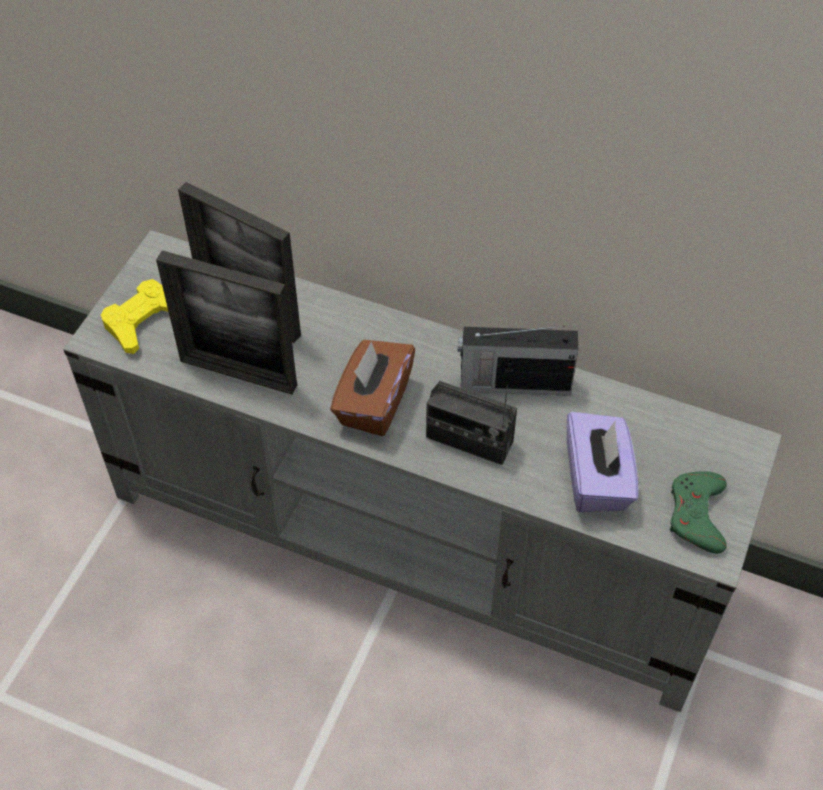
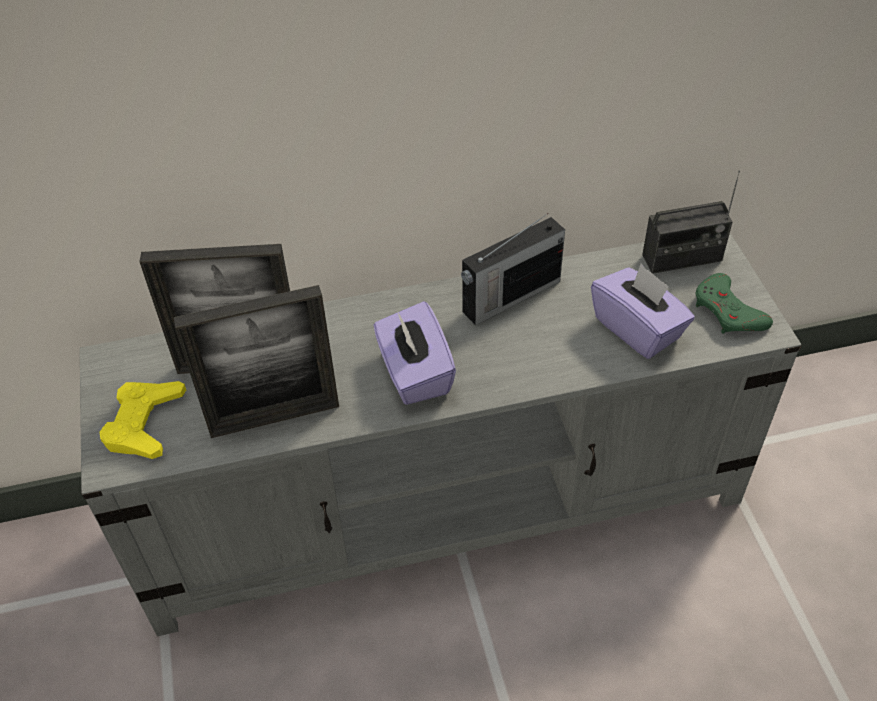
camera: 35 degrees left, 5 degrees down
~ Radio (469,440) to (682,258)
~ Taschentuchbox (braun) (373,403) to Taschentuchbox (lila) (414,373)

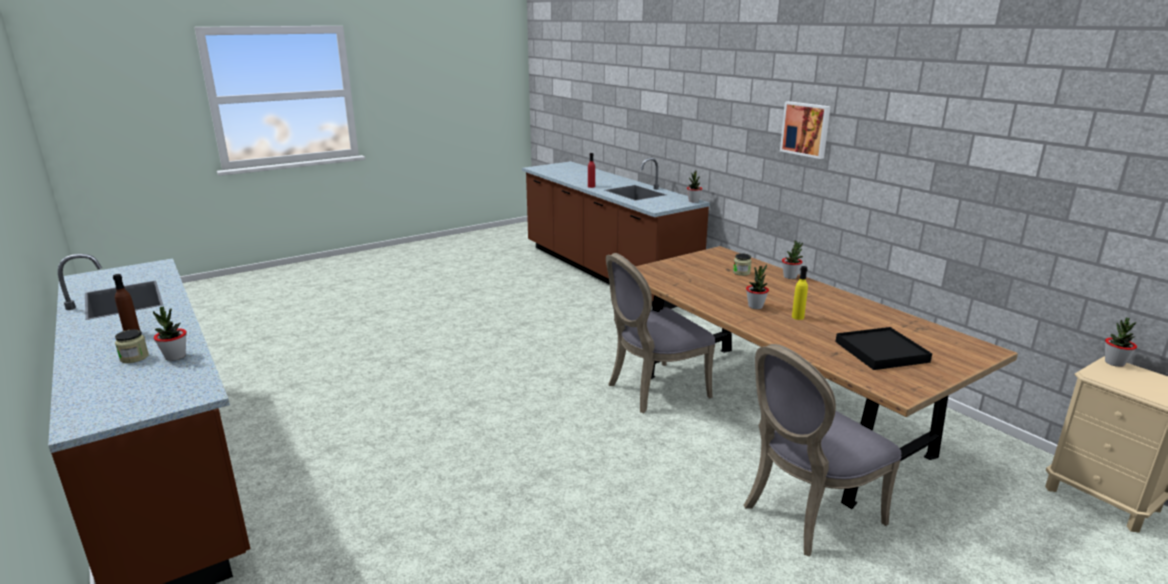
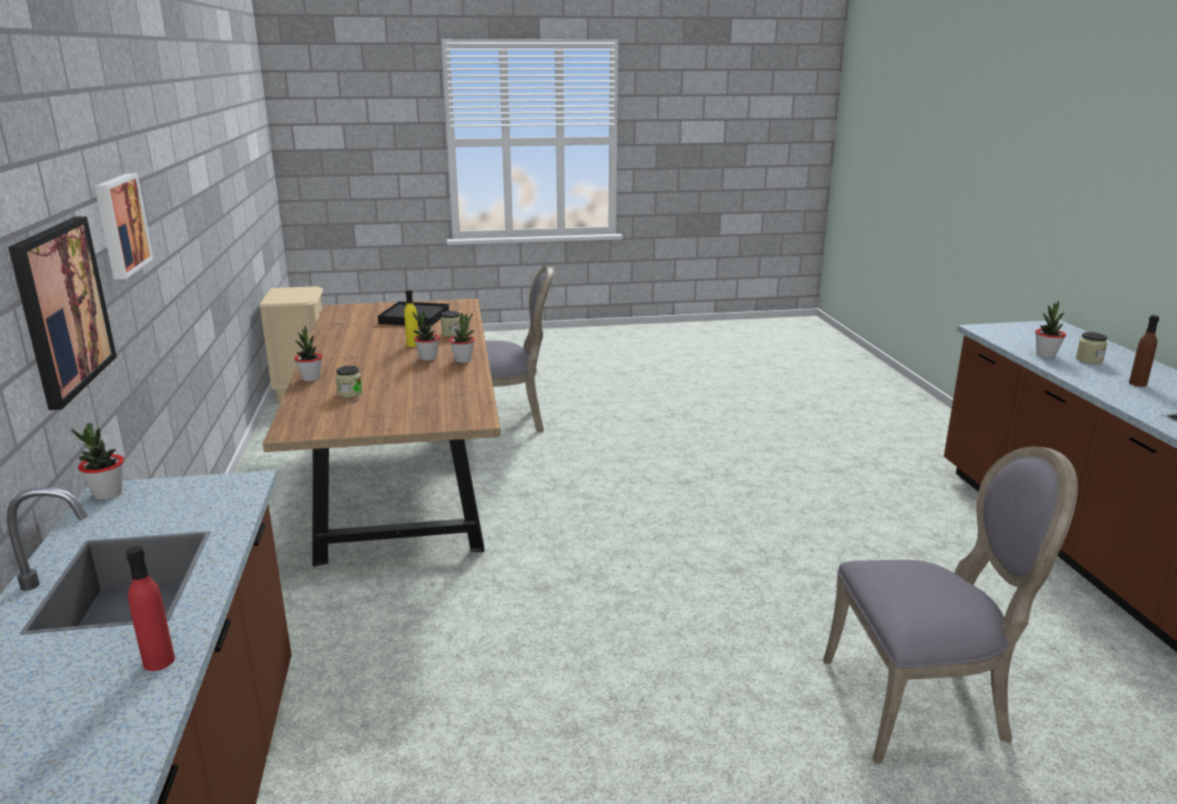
camera: 155 degrees left, 0 degrees up
+ Bild (62,308)
+ Vorratsglas (451,334)
~ Stuhl (grau) (653,390) to (922,703)
~ Topfpflanze (1114,363) to (463,360)

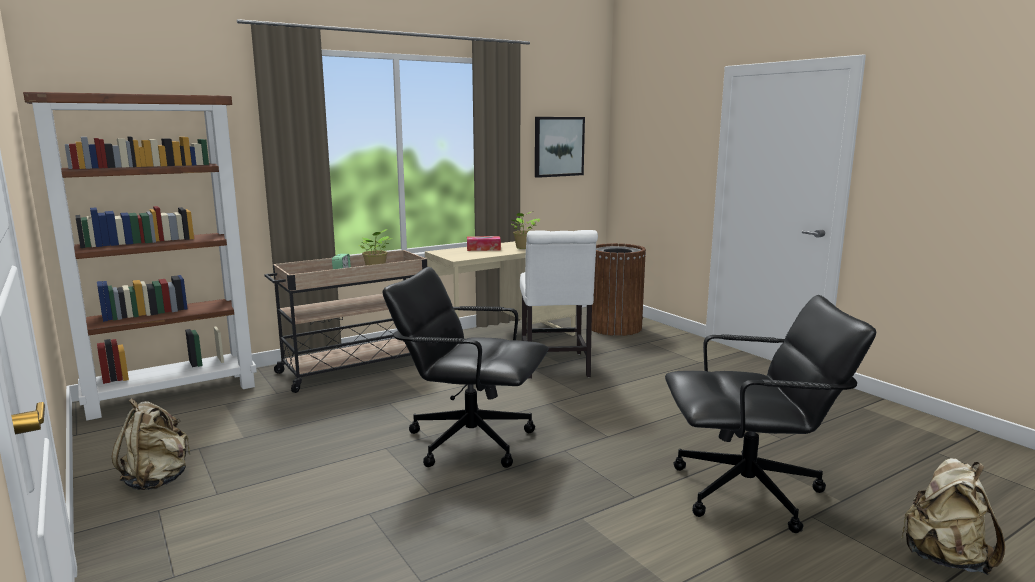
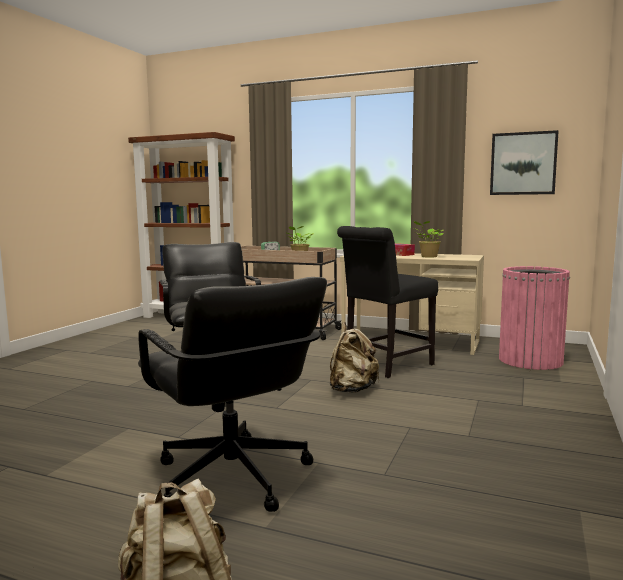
camera: 55 degrees right, 5 degrees down
~ Rucksack (beige) (158,480) to (352,390)
~ Stuhl (weiß) (555,367) to Stuhl (schwarz) (385,365)
~ Mülleimer (braun) (615,327) to Mülleimer (rosa) (530,360)

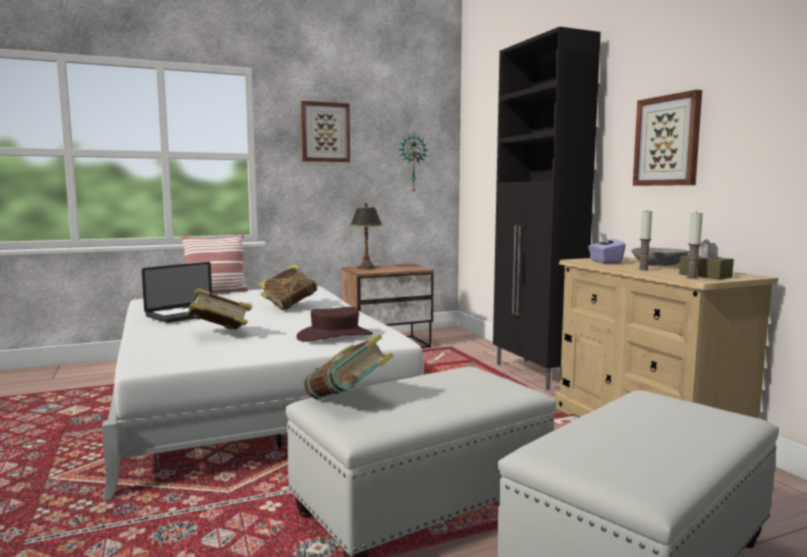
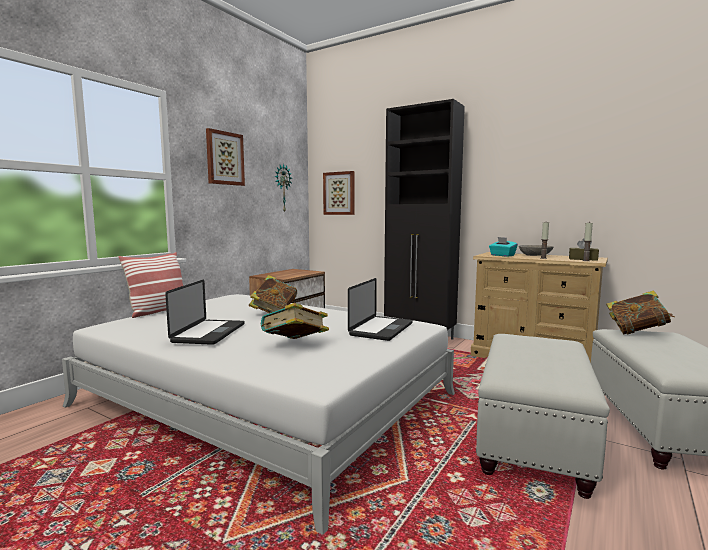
camera: 35 degrees left, 0 degrees up
- Tischlampe (366,268)
~ Buch (347,401) to (637,332)
~ Bild (668,141) to (339,193)
~ Hut (braun) (335,336) to Laptop (381,329)
~ Taschentuchbox (lila) (605,262) to Taschentuchbox (türkis) (502,255)

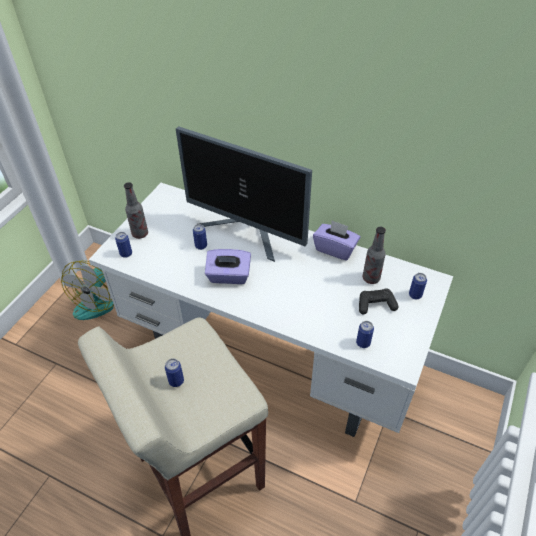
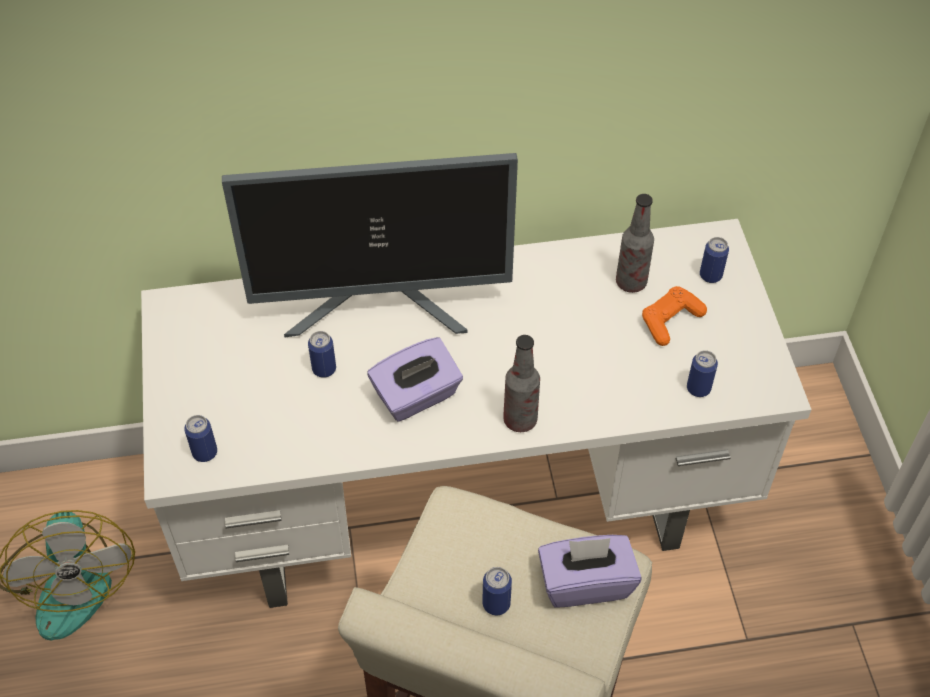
camera: 35 degrees left, 5 degrees up
~ Flasche (140,234) to (520,420)
~ Taschentuchbox (lila) (335,249) to (585,582)
~ Gamepad (schwarz) (376,305) to Gamepad (orange) (670,320)

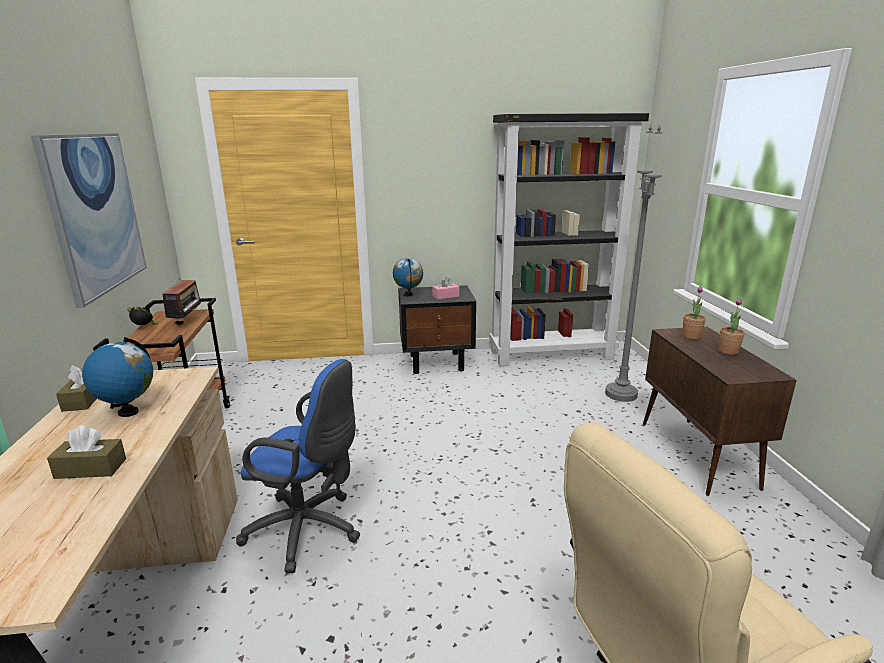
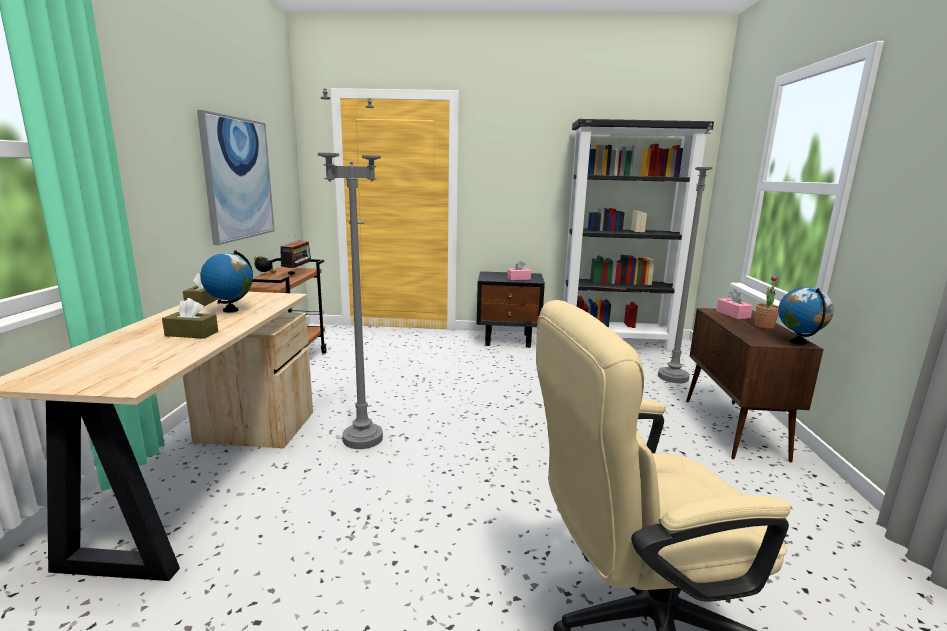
camera: 10 degrees right, 5 degrees down
~ Globus (408,295) to (798,342)
~ Bürostuhl (blau) (309,531) to Stehlampe (grau) (362,439)
~ Topfpflanze (691,336) to Taschentuchbox (rosa) (732,314)

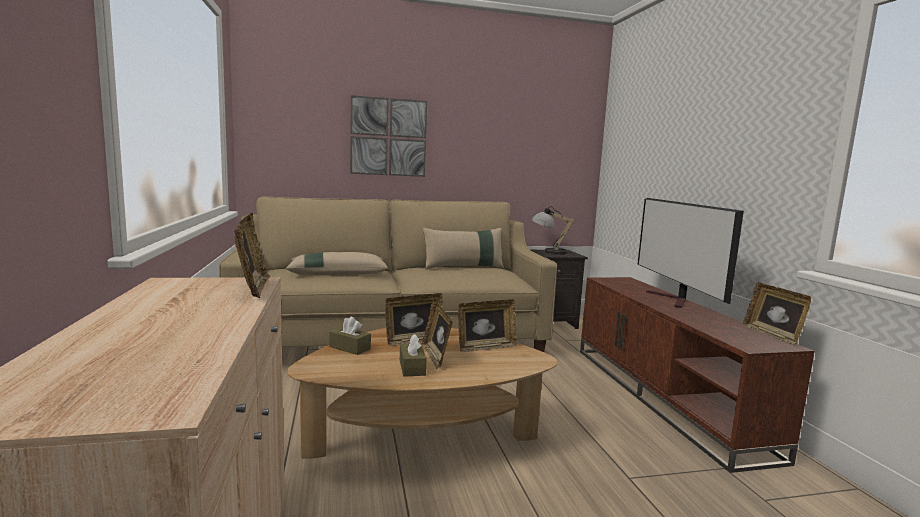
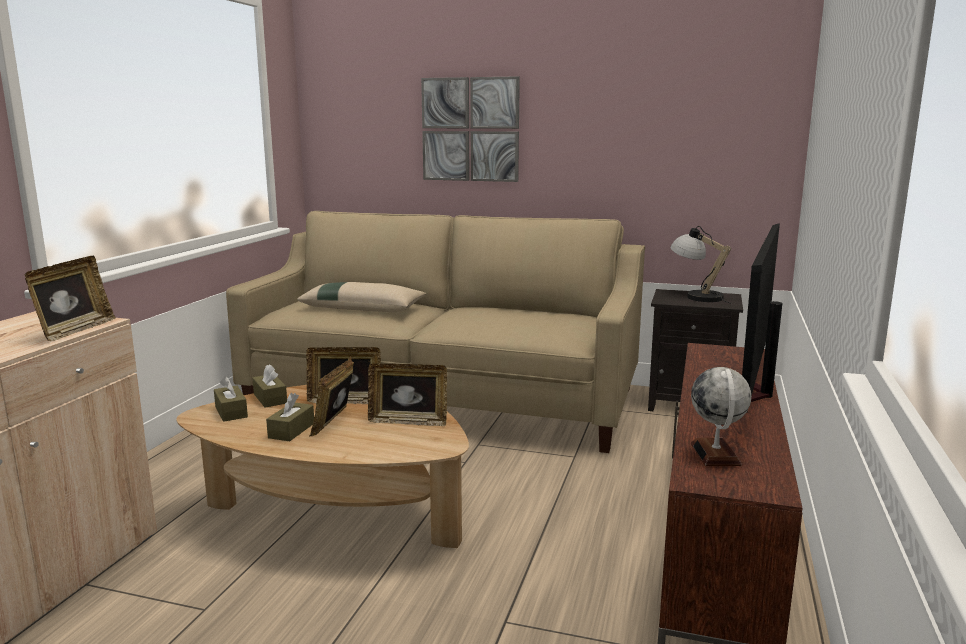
camera: 30 degrees right, 5 degrees up
- Kissen (beige) (463,267)
- Bilderrahmen (772,335)
+ Taschentuchbox (braun) (231,412)
+ Globus (715,454)

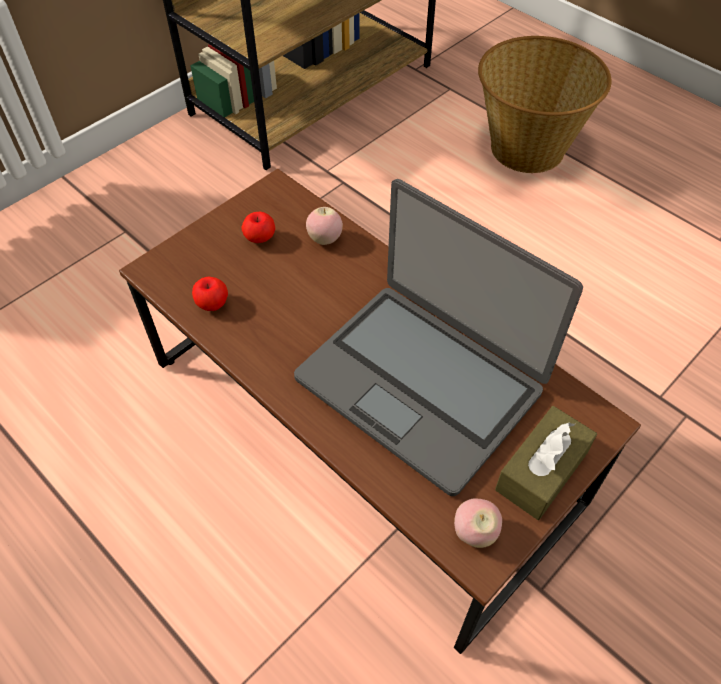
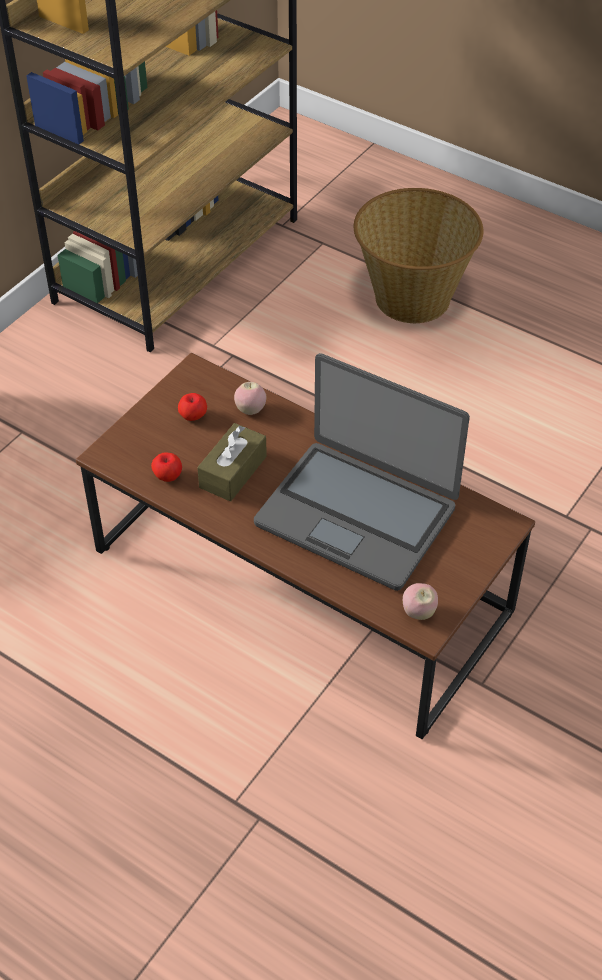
camera: 10 degrees left, 5 degrees down
~ Taschentuchbox (braun) (541,471) to (233,472)

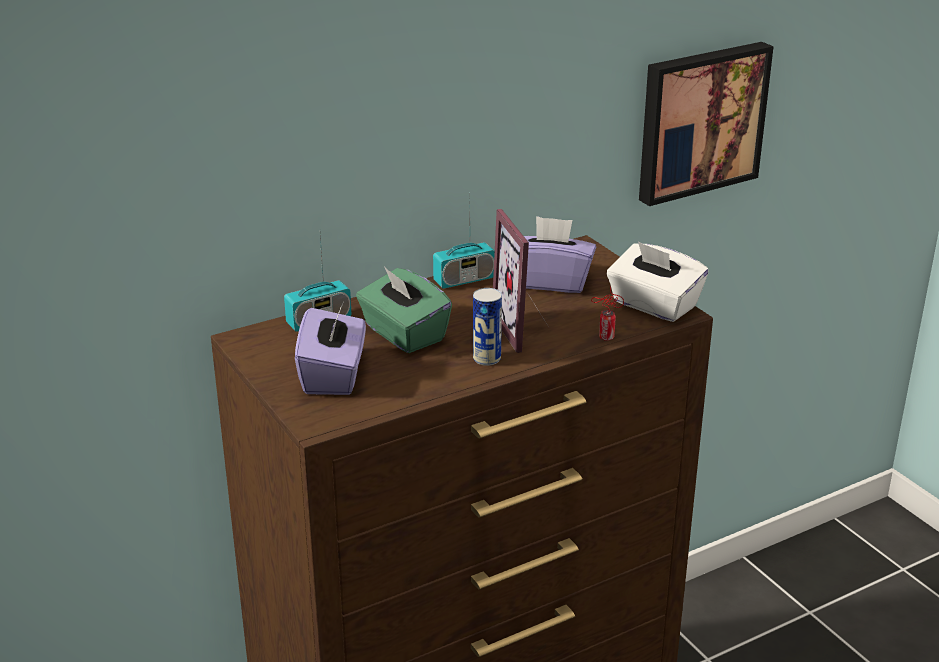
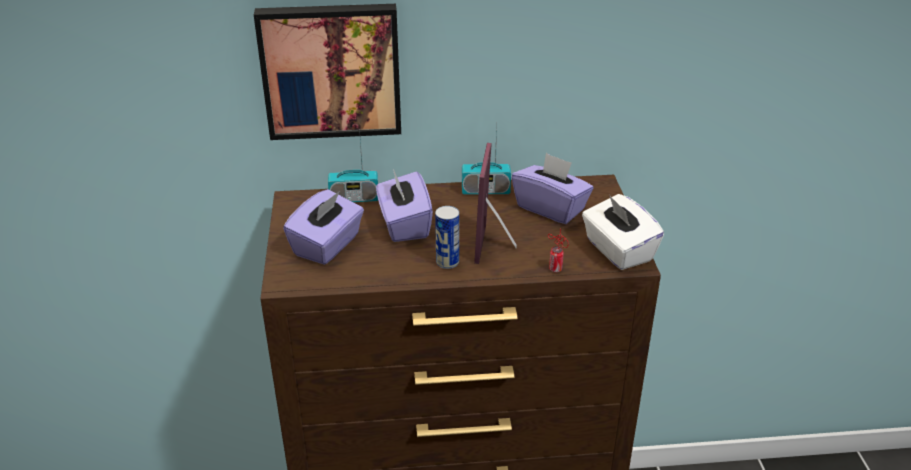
camera: 25 degrees right, 5 degrees up
~ Bild (700,121) to (331,70)
~ Taschentuchbox (grün) (403,334) to Taschentuchbox (lila) (404,225)

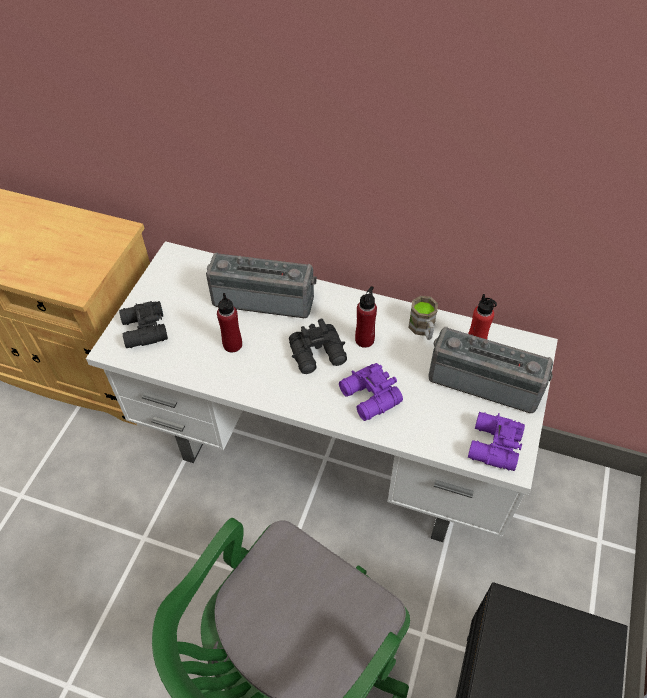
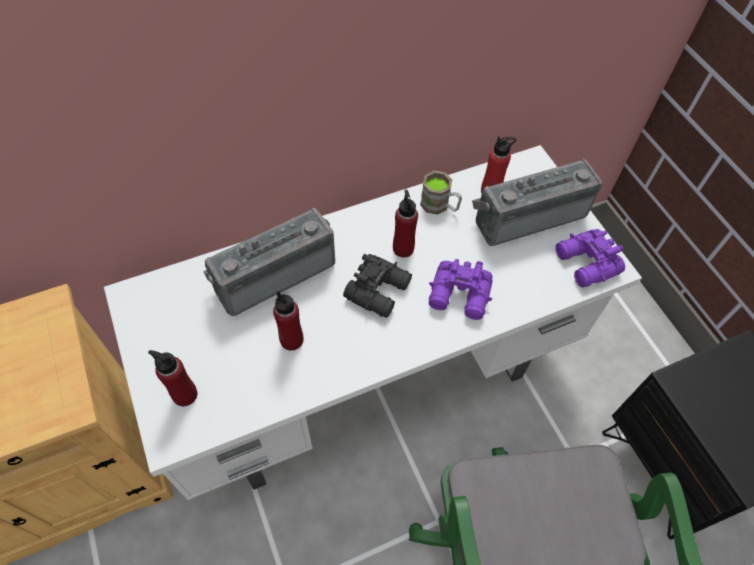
camera: 45 degrees left, 5 degrees up
~ Fernglas (schwarz) (144,331) to Flasche (rot) (185,394)

